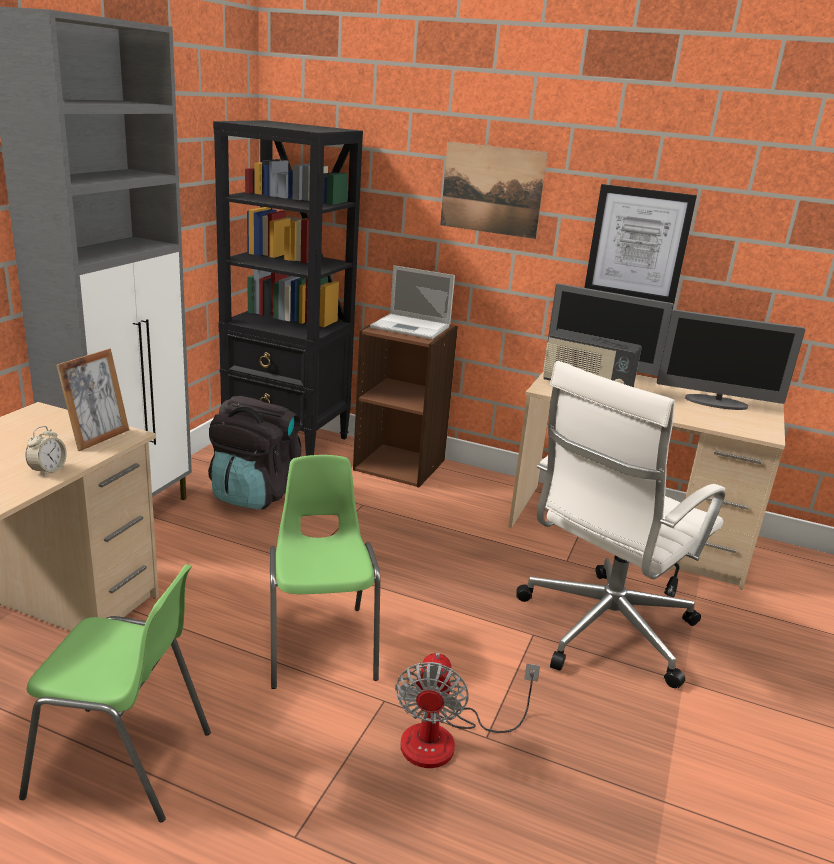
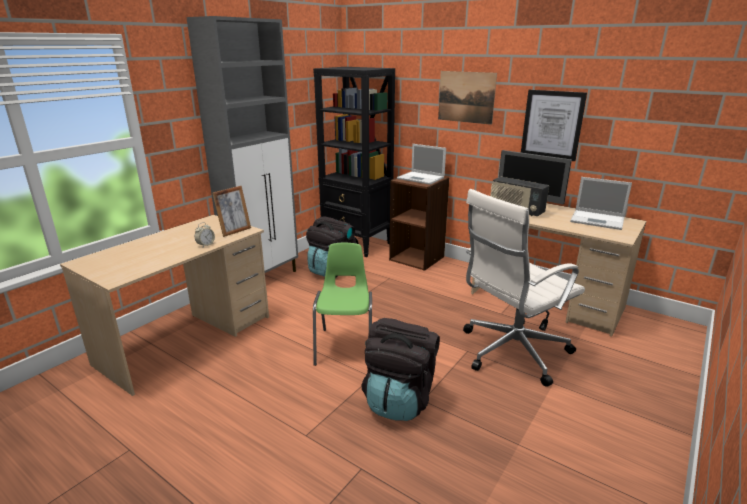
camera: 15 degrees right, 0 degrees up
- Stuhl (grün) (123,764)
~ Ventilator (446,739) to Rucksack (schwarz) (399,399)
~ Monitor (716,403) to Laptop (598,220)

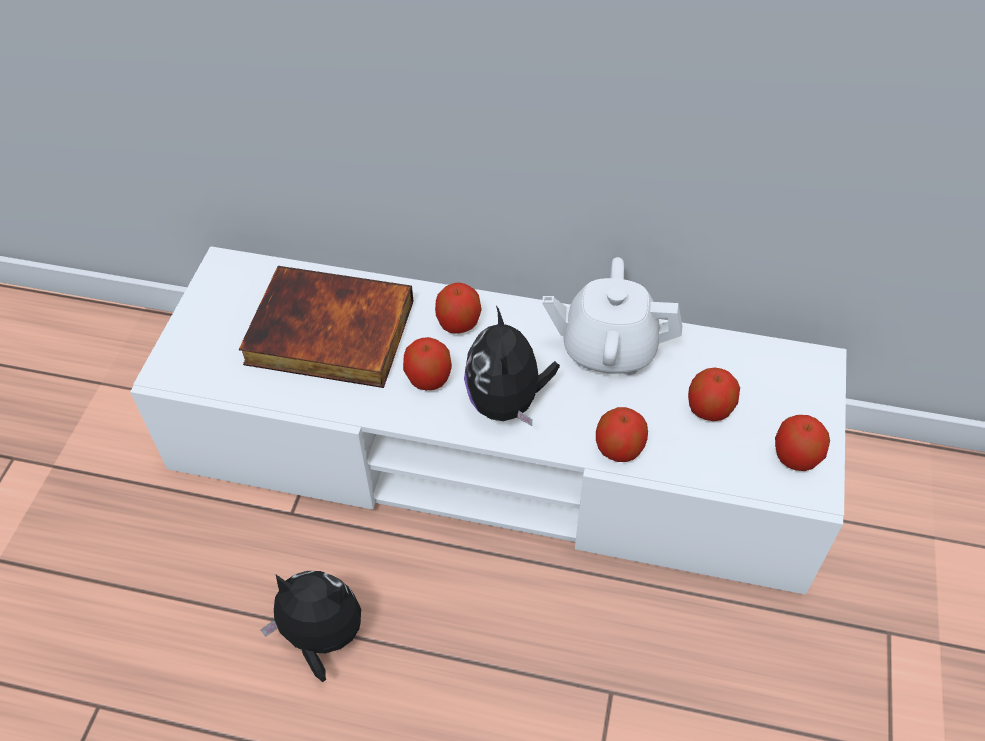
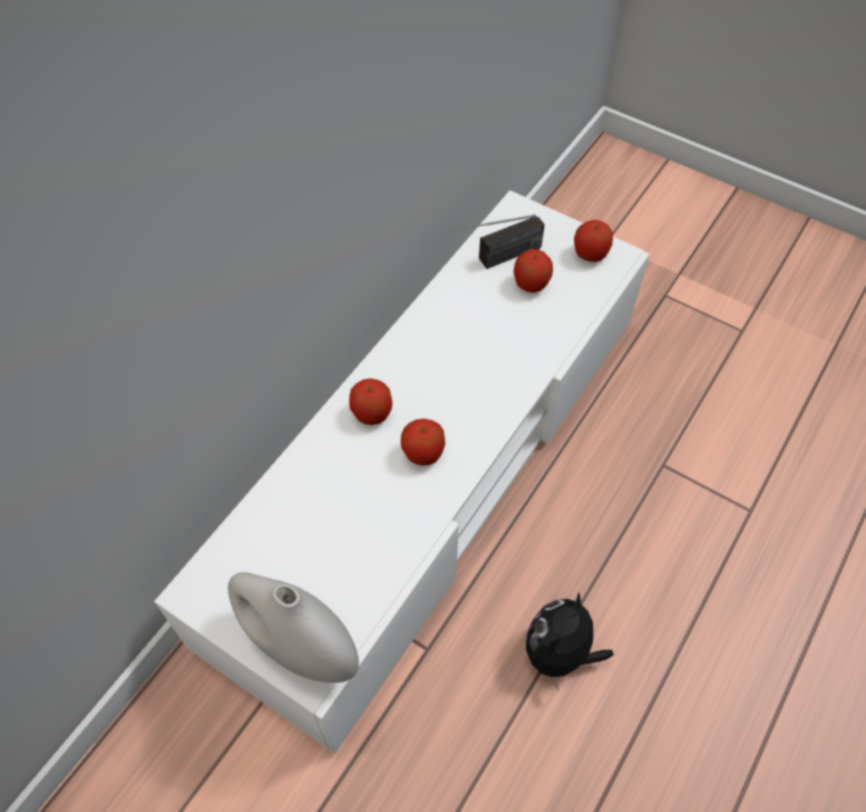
camera: 70 degrees left, 5 degrees up
- Buch (328,334)
- Plüschtier (507,403)
- Teekanne (weiß) (608,349)
- Apfel (618,449)
+ Vase (weiß) (299,647)
+ Radio (496,260)

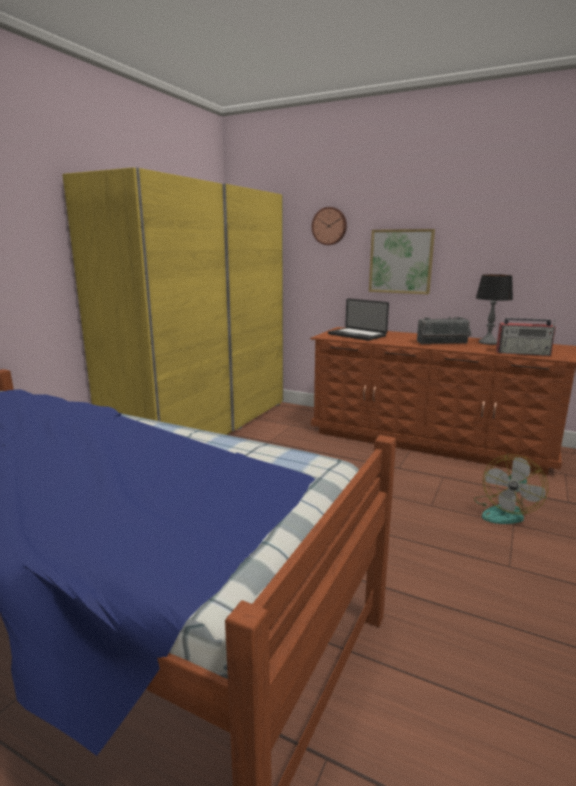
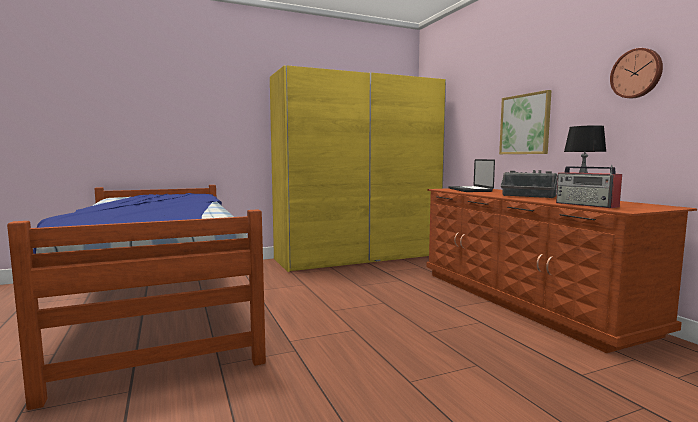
camera: 40 degrees right, 10 degrees down
- Ventilator (505,512)
~ Wanduhr (329,226) to (637,73)

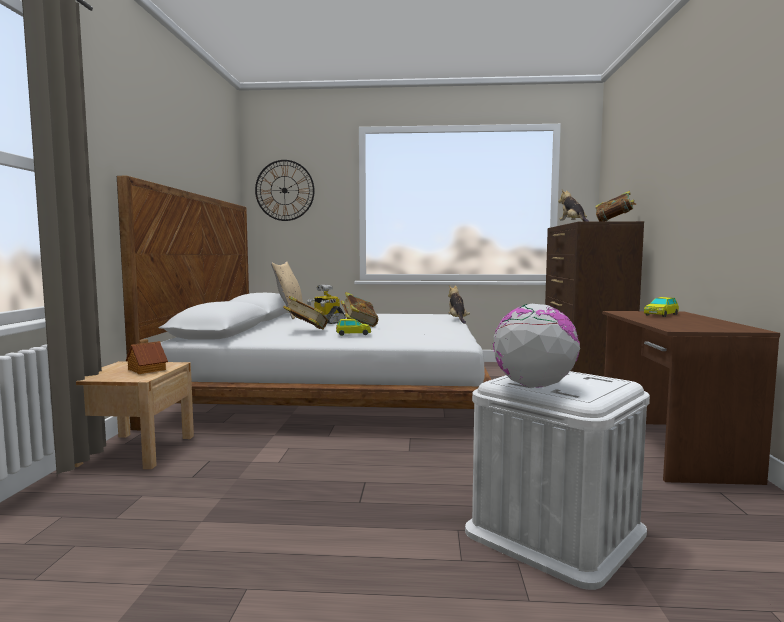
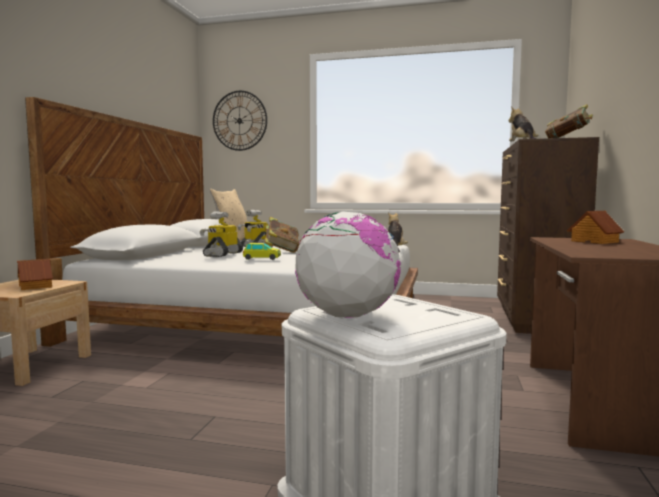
camera: 10 degrees right, 0 degrees up
~ Buch (306,330) to Spielzeugroboter (222,254)
~ Spielzeugauto (661,315) to Spielzeughaus (595,241)

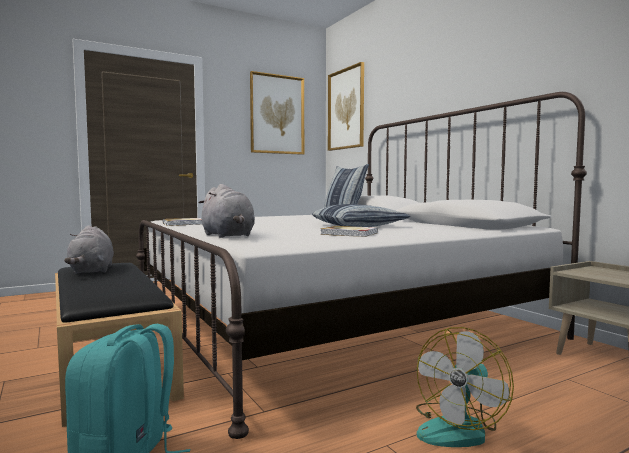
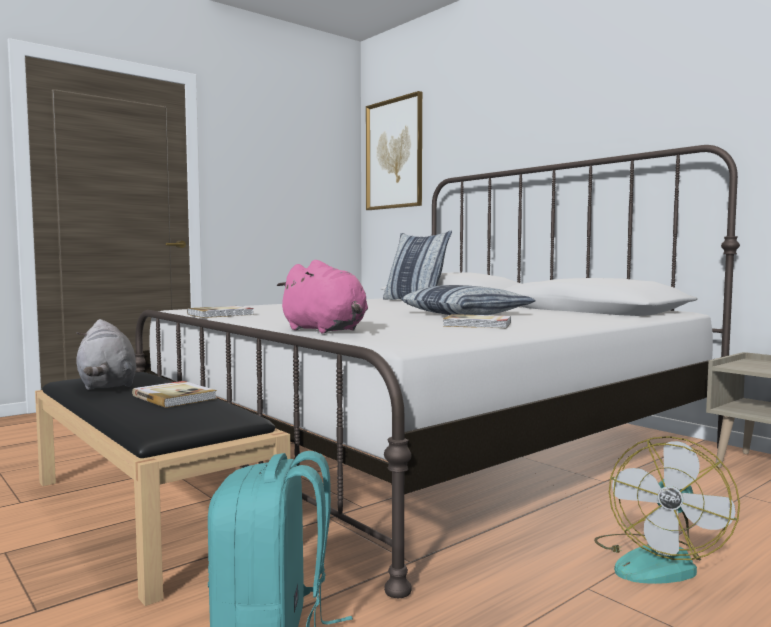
camera: 10 degrees left, 0 degrees up
- Bild (277,114)
+ Buch (175,397)
~ Plüschtier (grau) (228,236) to Plüschtier (rosa) (326,330)

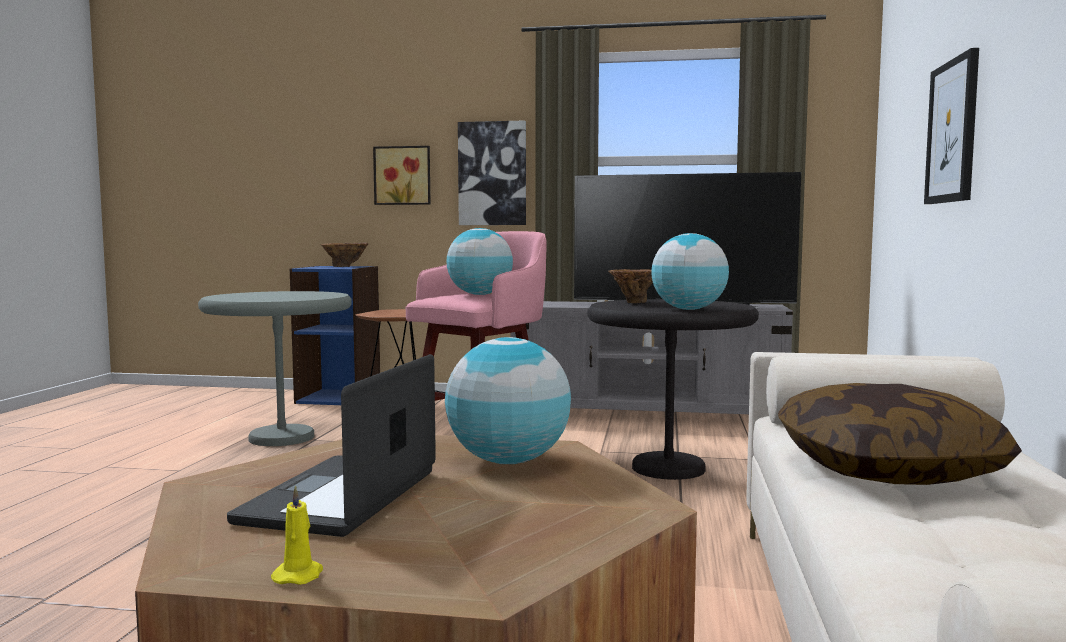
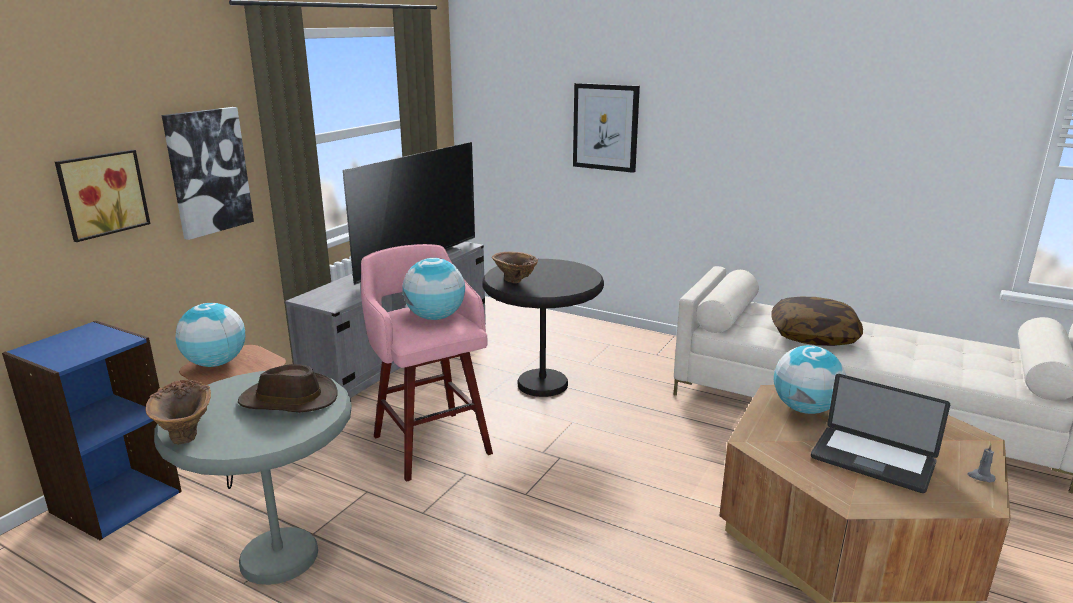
camera: 70 degrees left, 15 degrees up
+ Hut (braun) (289,400)
~ Vase (braun) (346,266) to (187,433)
~ Globus (688,309) to (216,363)
~ Kerze (gelb) (299,575) to Kerze (grau) (980,477)

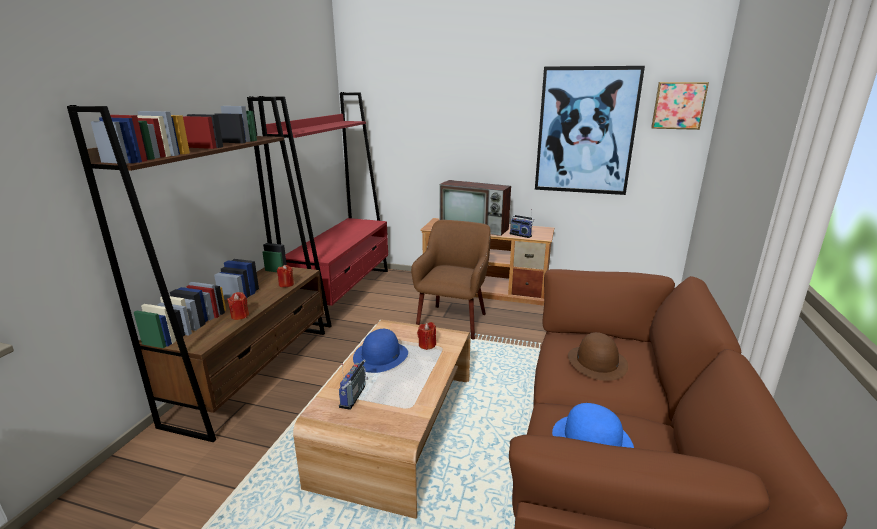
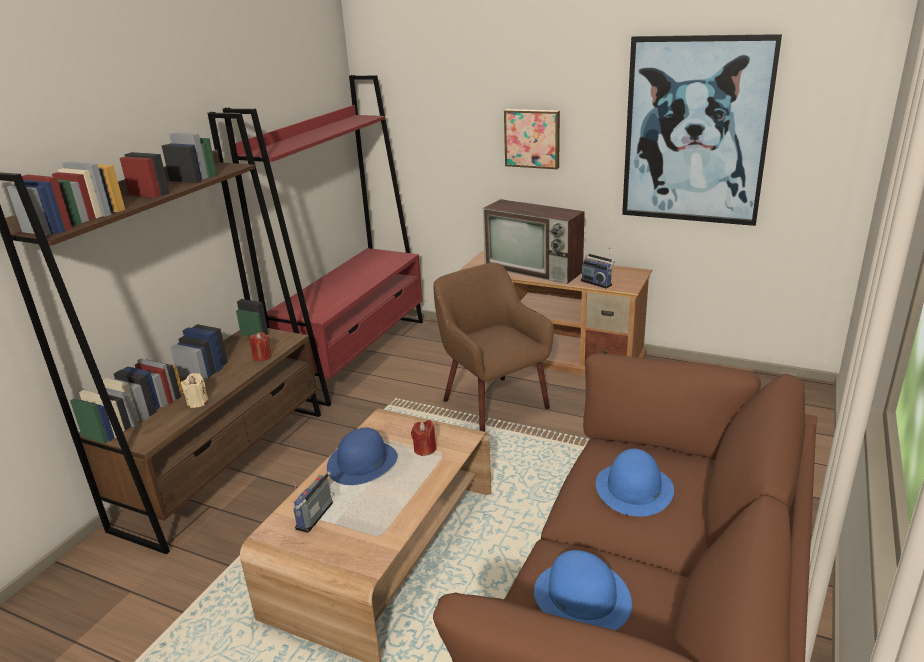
camera: 10 degrees right, 5 degrees up
~ Bild (678,105) to (532,138)
~ Kerze (rot) (240,316) to Kerze (beige) (197,402)
~ Hut (braun) (597,362) to Hut (blau) (634,488)
~ Sessel (braun) (453,321) = (493,404) 60 degrees counterclockwise

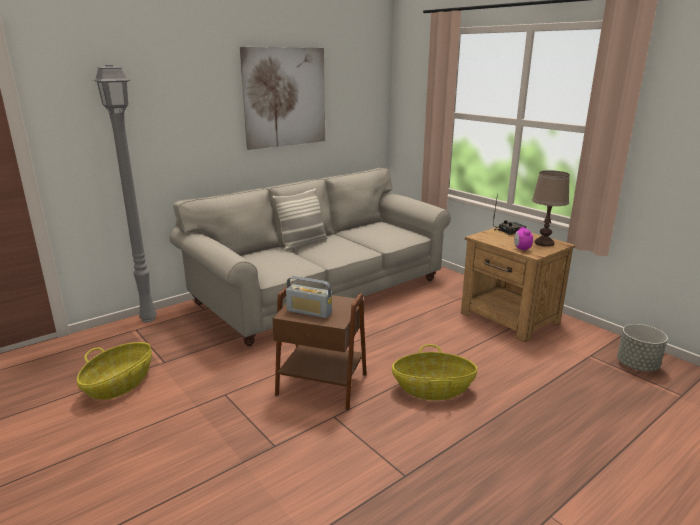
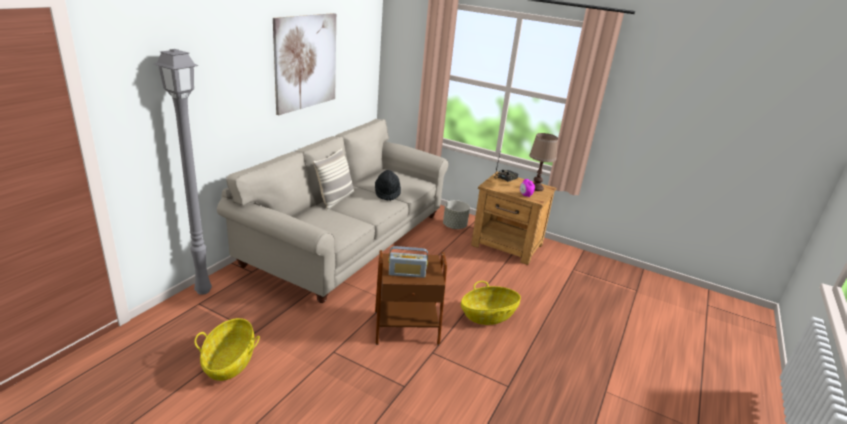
camera: 25 degrees left, 5 degrees up
+ Hut (schwarz) (387,193)
~ Pflanzkübel (grau) (637,365) to (454,226)

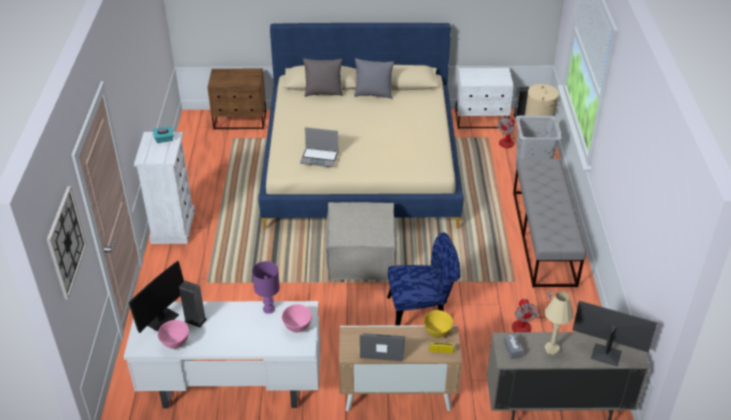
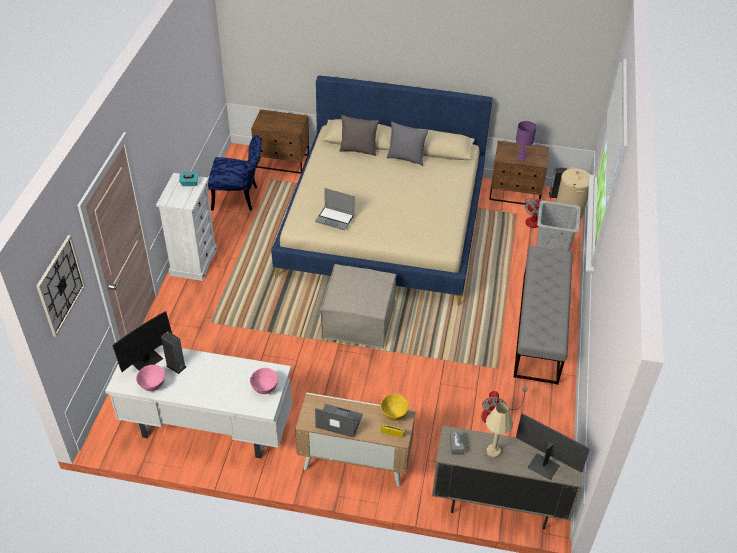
camera: 10 degrees right, 5 degrees up
~ Tischlampe (lila) (269,308) to (521,157)
~ Stuhl (blau) (422,312) to (239,198)
~ Nachttisch (weiß) (481,120) to Nachttisch (braun) (515,194)

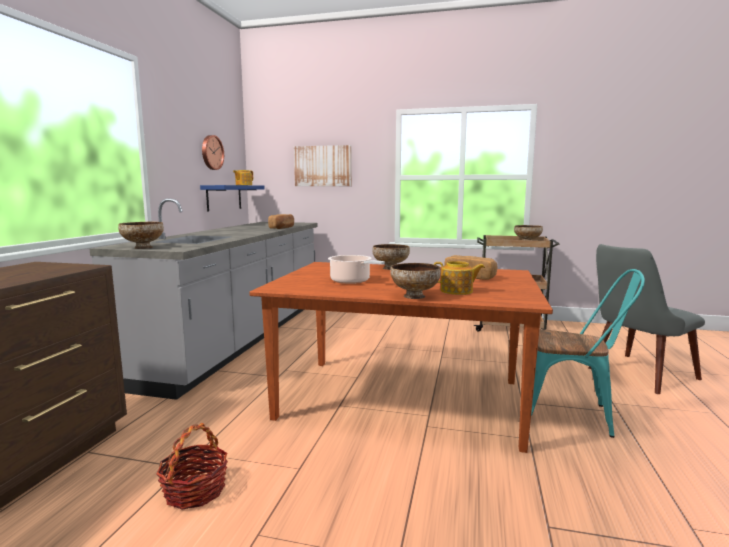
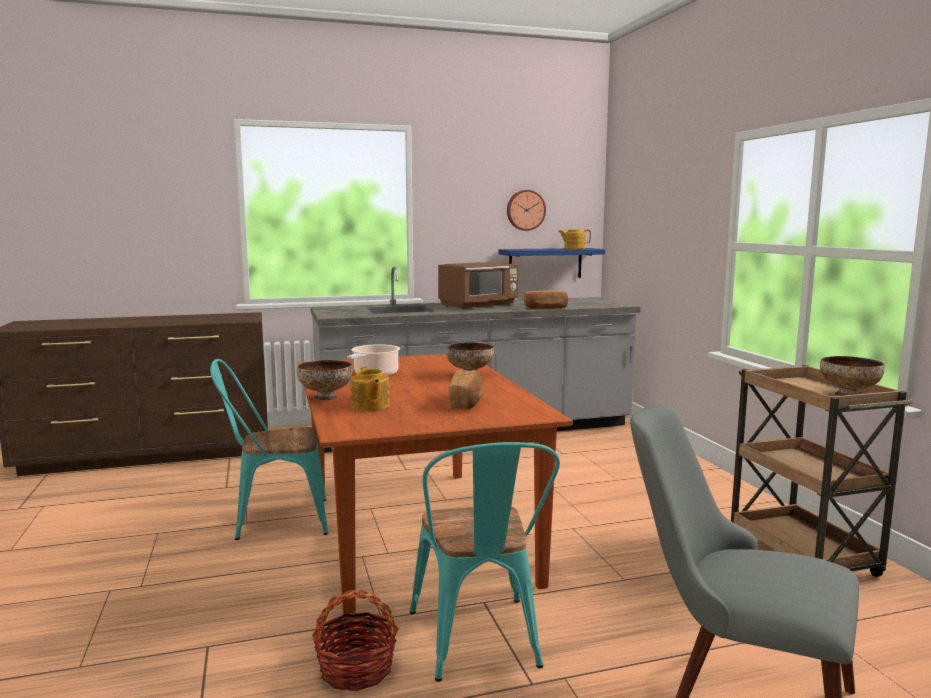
camera: 60 degrees right, 0 degrees up
- Schüssel (143,247)
- Bild (323,166)
+ Stuhl (türkis) (273,520)
+ Mikrowelle (braun) (479,305)
~ Korb (195,491) to (356,669)

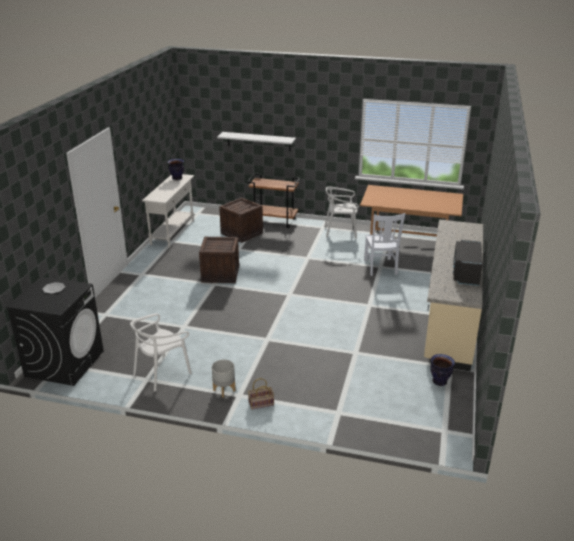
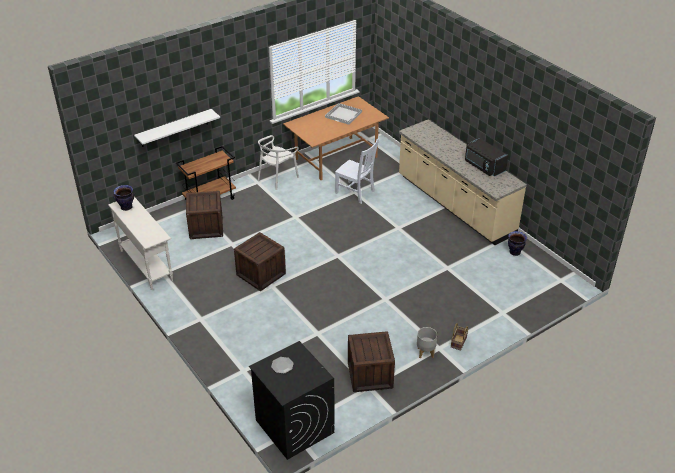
camera: 50 degrees left, 10 degrees up
+ Tablett (weiß) (344,114)
~ Stuhl (weiß) (161,373) to Kiste (370,375)

